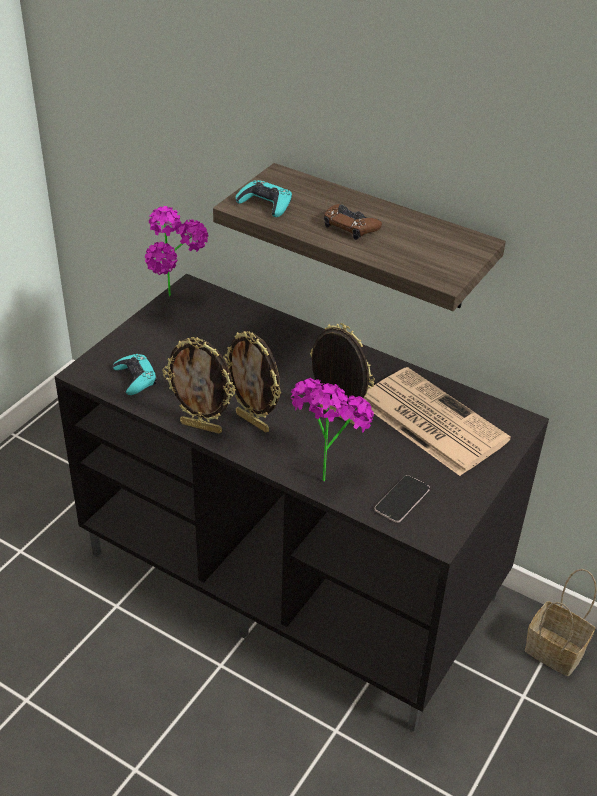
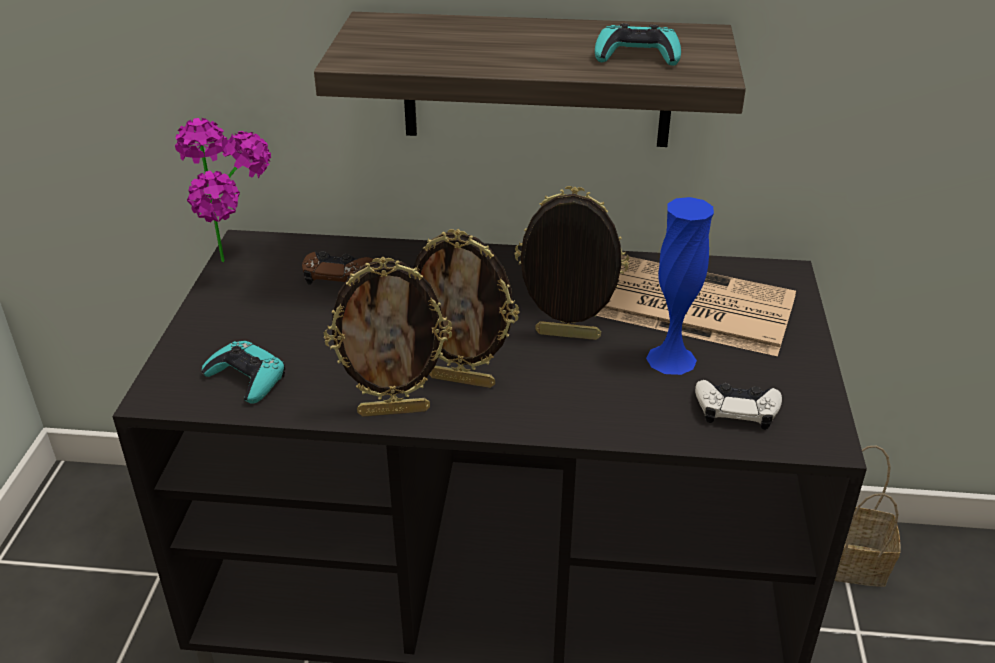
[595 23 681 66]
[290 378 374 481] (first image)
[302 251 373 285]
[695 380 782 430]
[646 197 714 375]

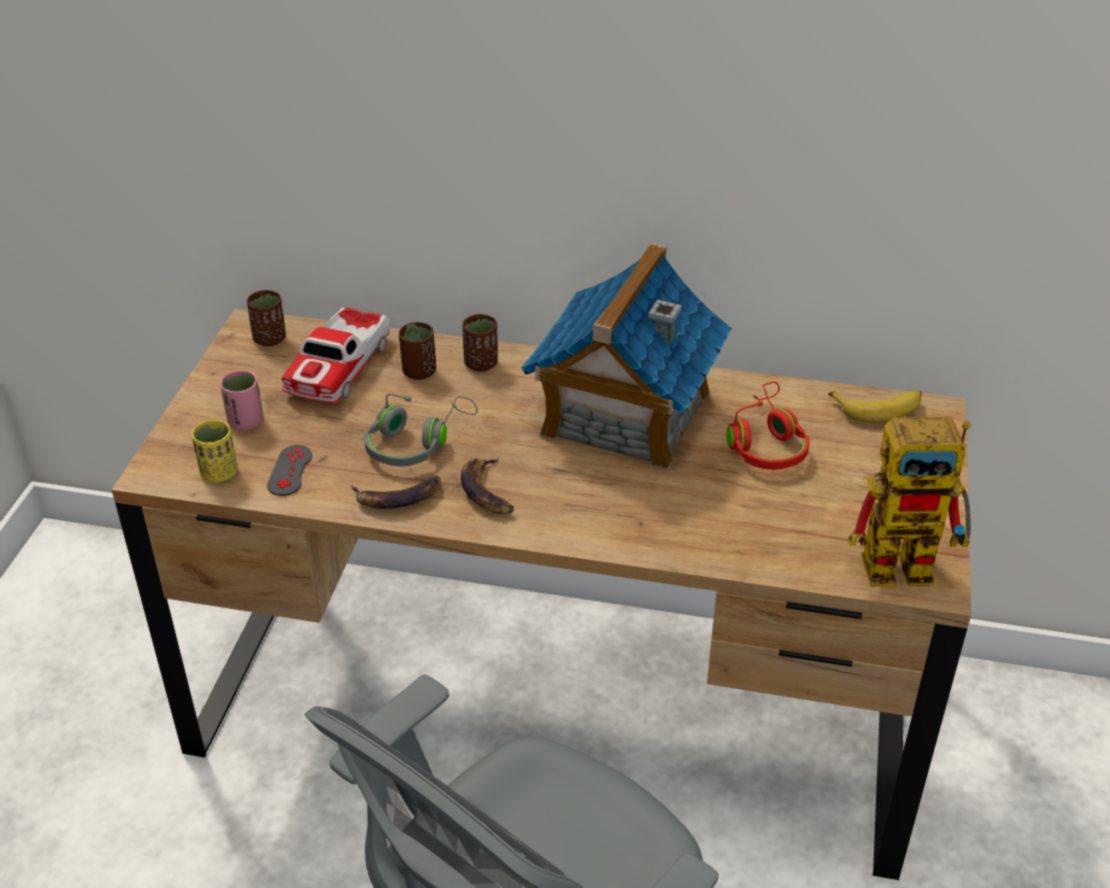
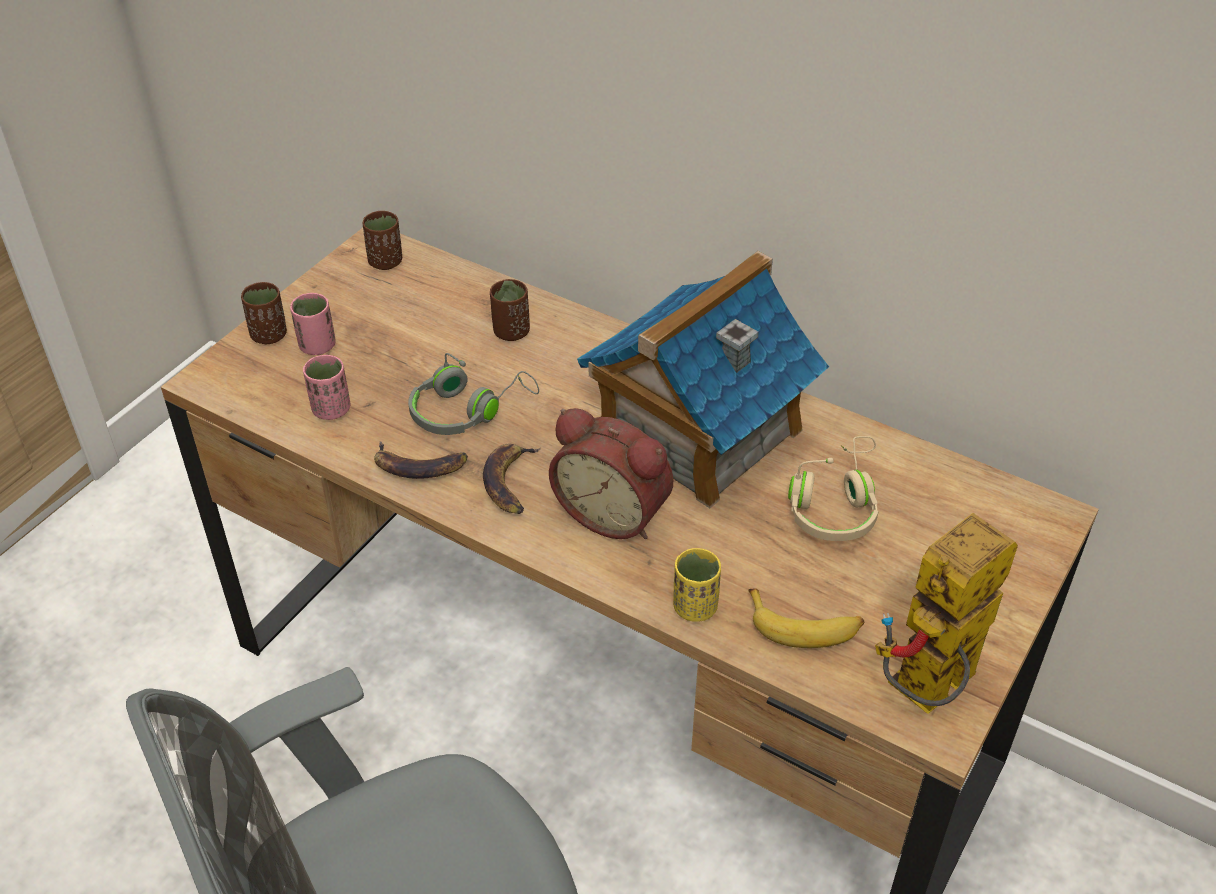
[673 548 721 622]
[303 355 350 420]
[282 307 391 403] (first image)
[241 282 287 344]
[788 436 879 541]
[748 588 864 648]
[875 513 1018 714]
[549 408 673 539]

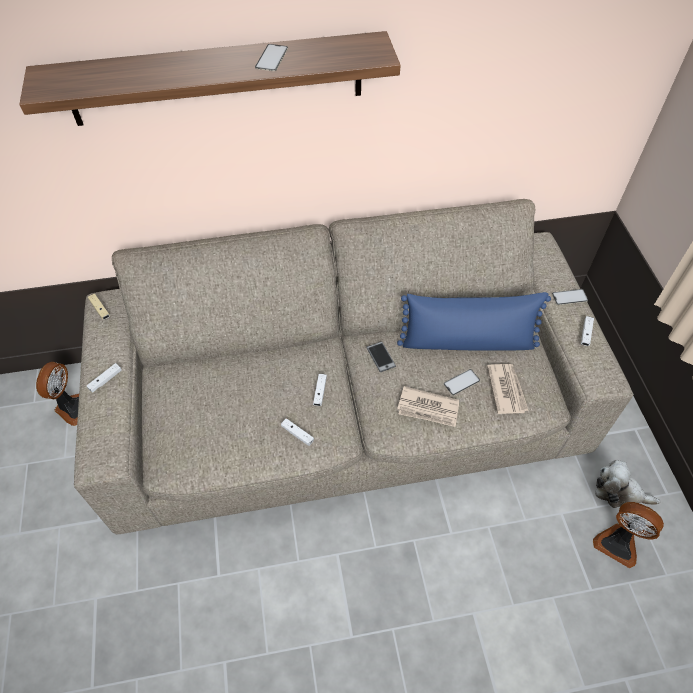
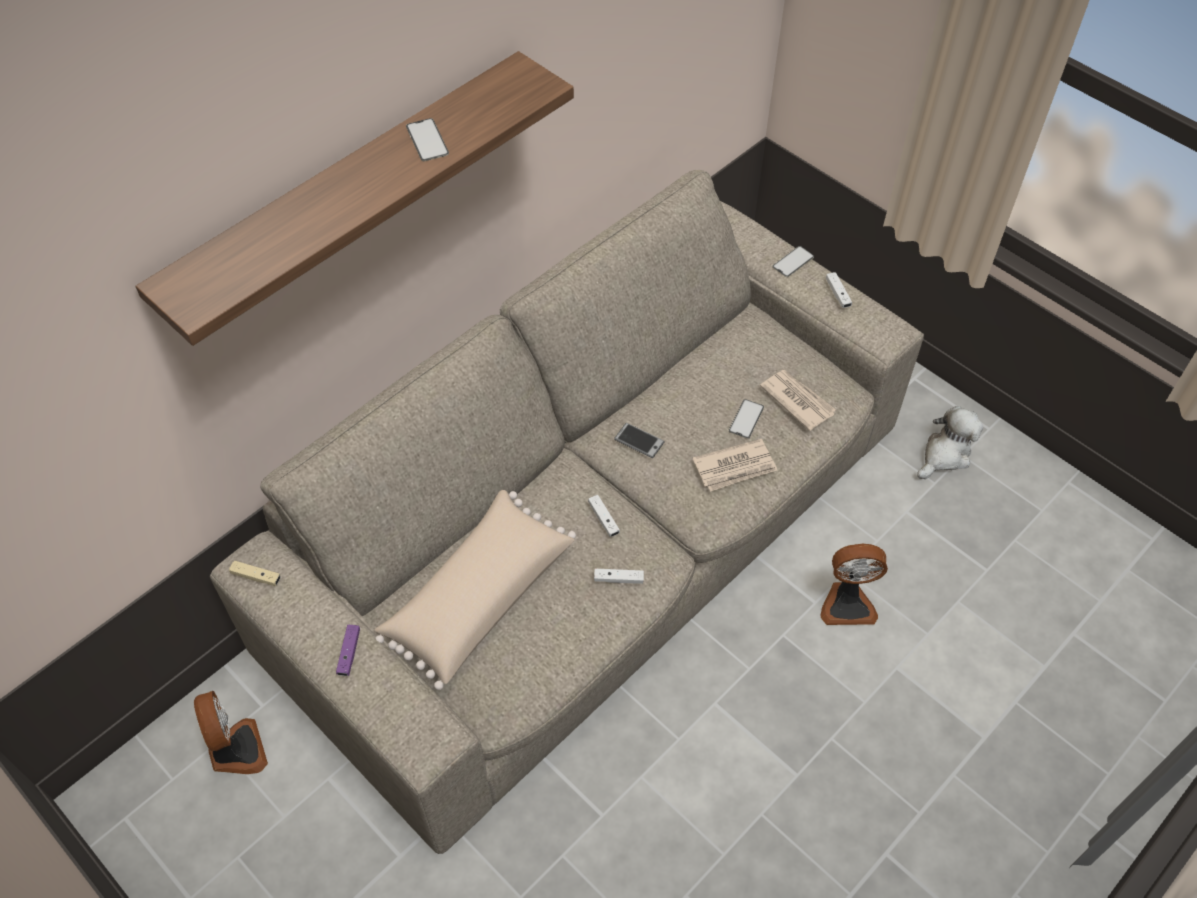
[336 625 360 676]
[397 292 551 350] (first image)
[820 544 888 625]
[917 406 983 479]
[375 490 576 690]

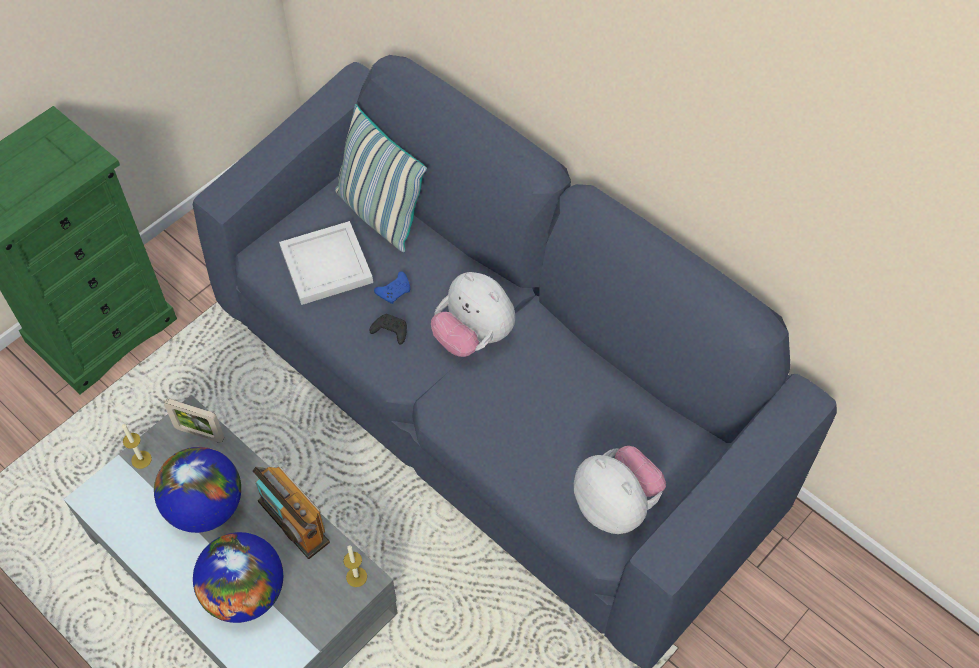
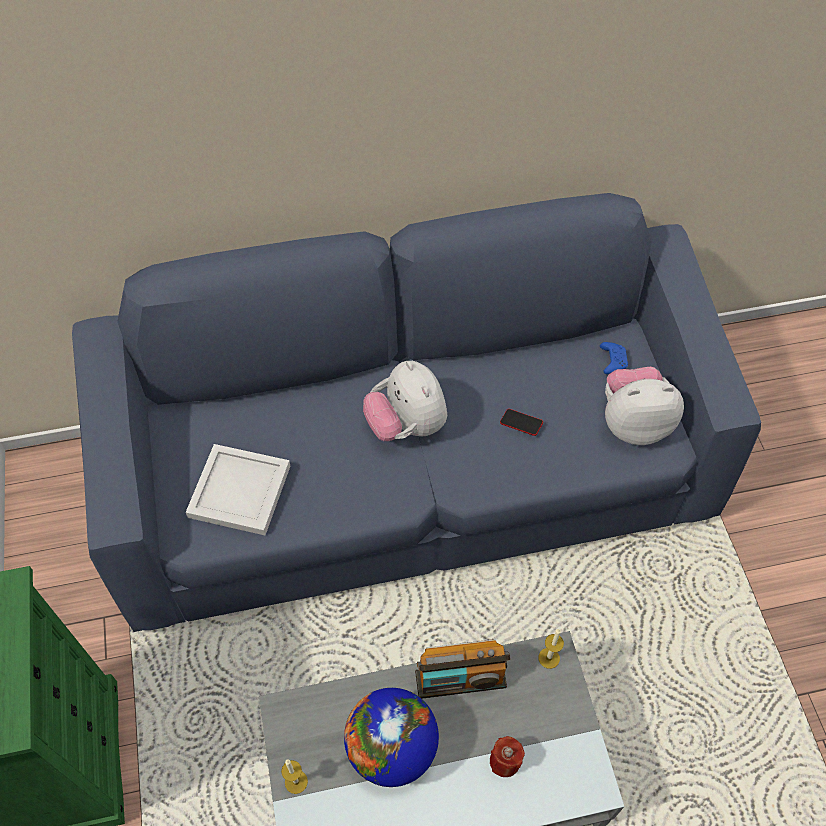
[164 399 224 443] (first image)
[490 736 525 777]
[335 104 427 252] (first image)
[369 314 407 345] (first image)
[600 342 628 374]
[363 361 447 441]
[500 409 543 436]

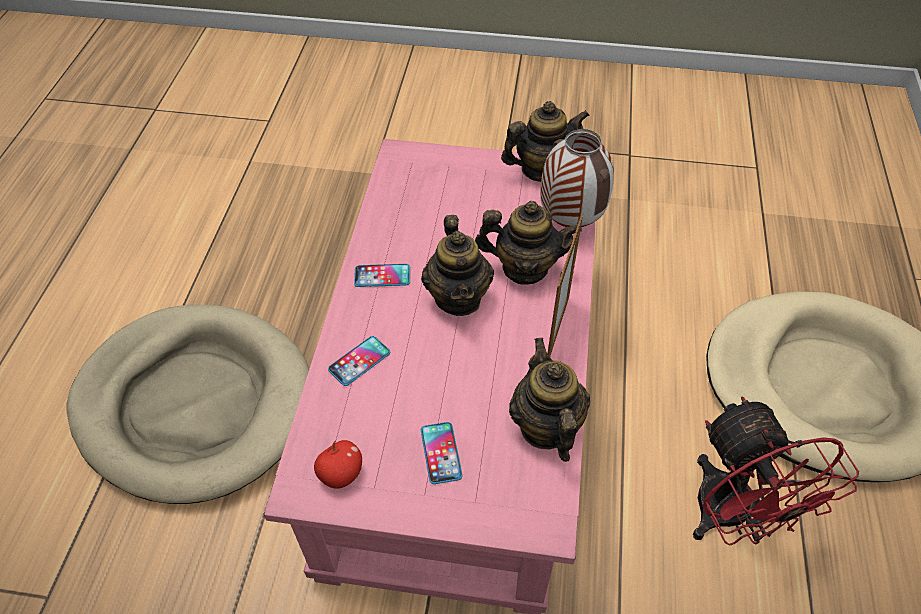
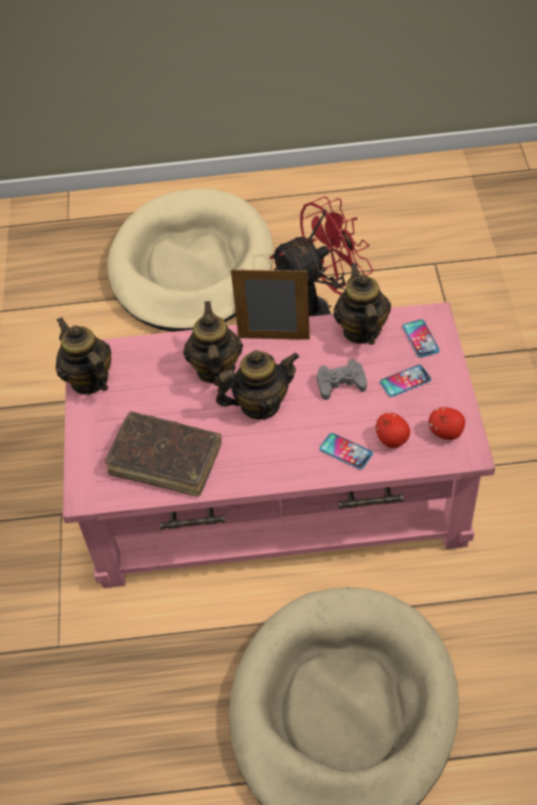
[403 320 440 358]
[333 263 391 345]
[540 129 614 227] (first image)
[105 411 222 497]
[317 359 367 400]
[376 413 410 448]

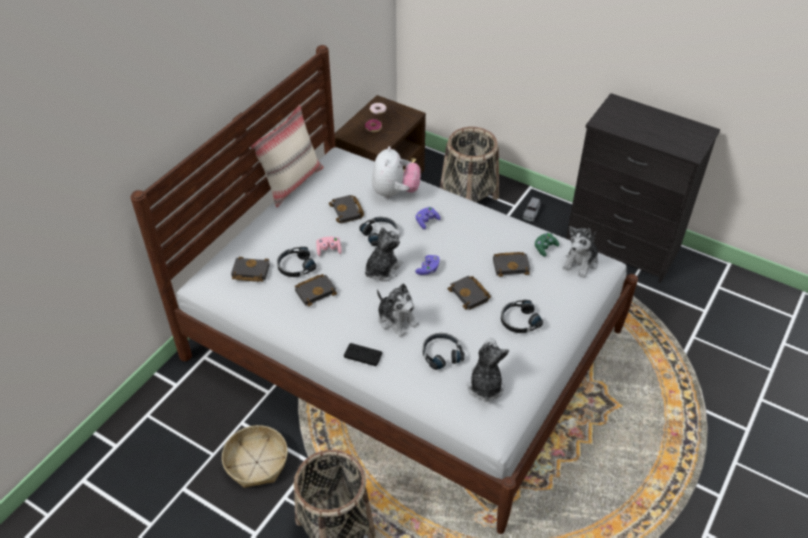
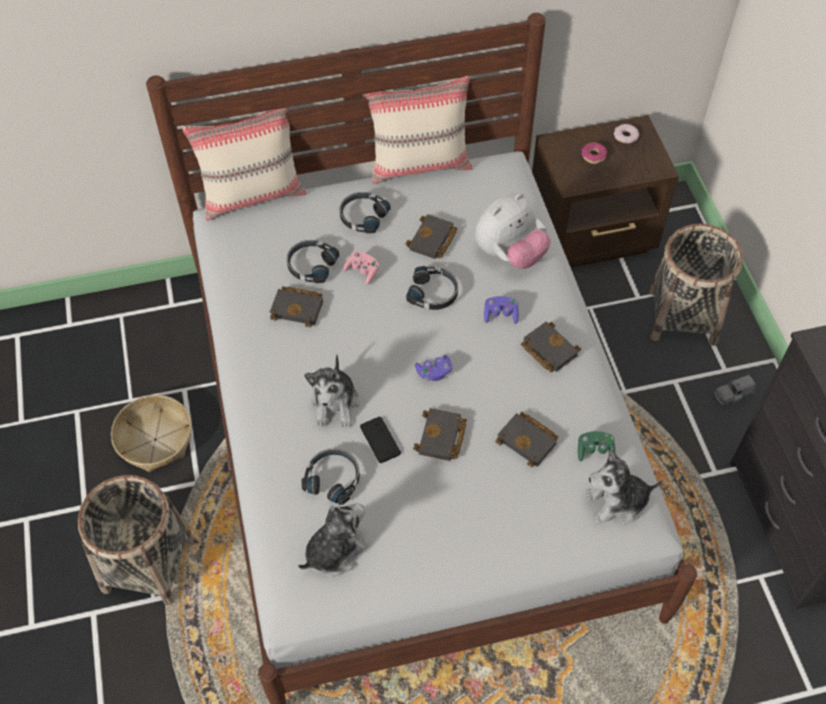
[521 321 581 372]
[360 416 401 463]
[365 227 403 281] (first image)
[340 192 391 234]
[181 107 307 221]

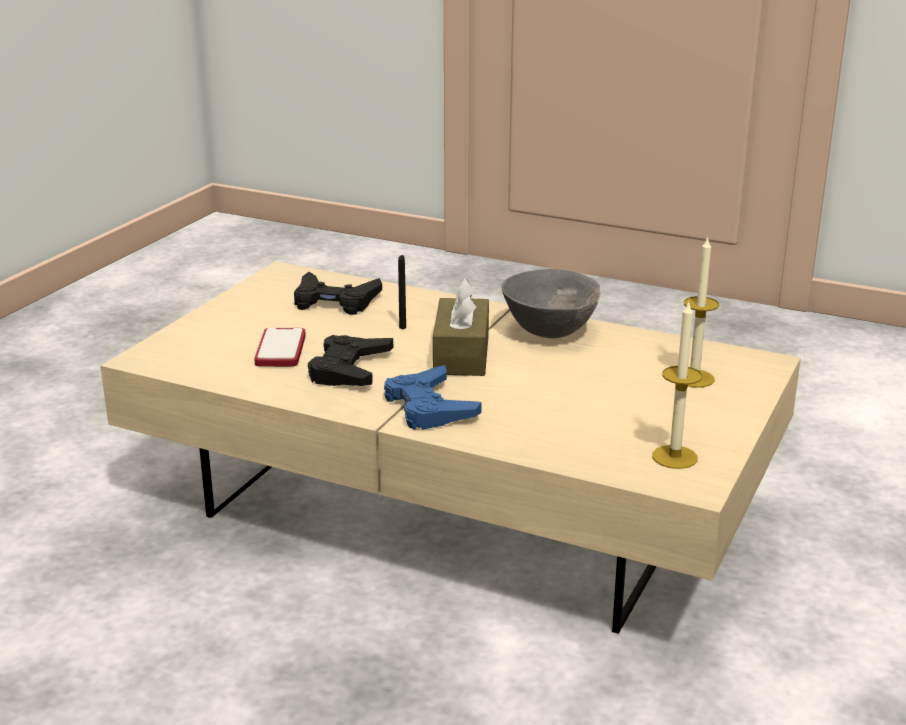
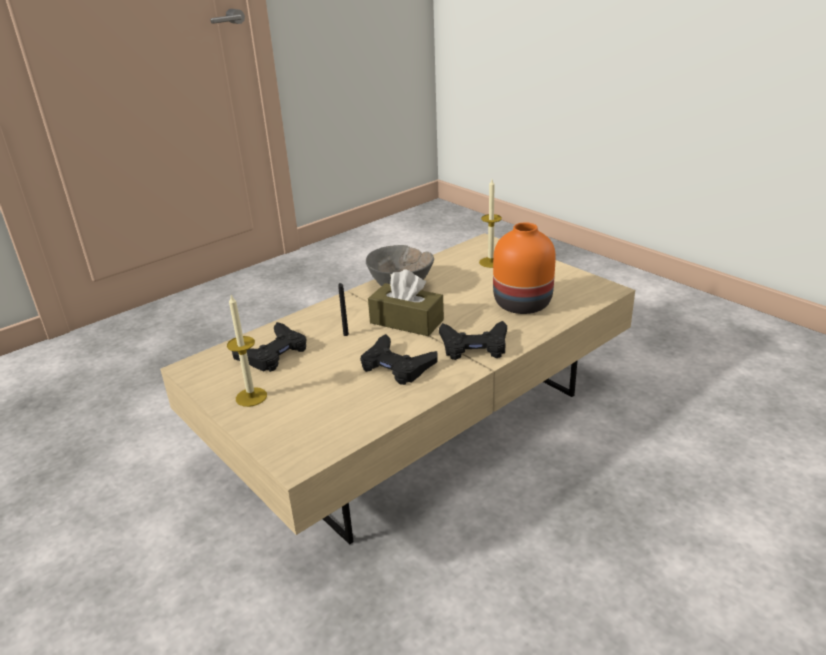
[254 328 306 367] (first image)
[439 321 507 360]
[227 295 267 407]
[493 222 556 314]

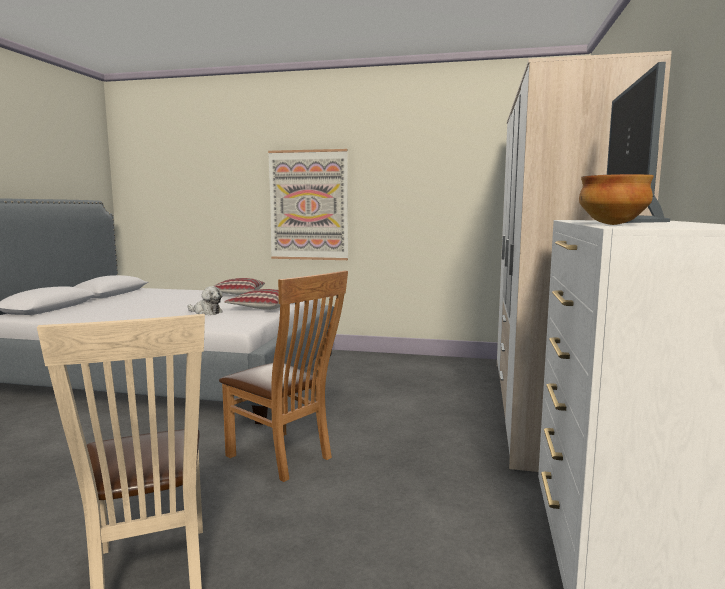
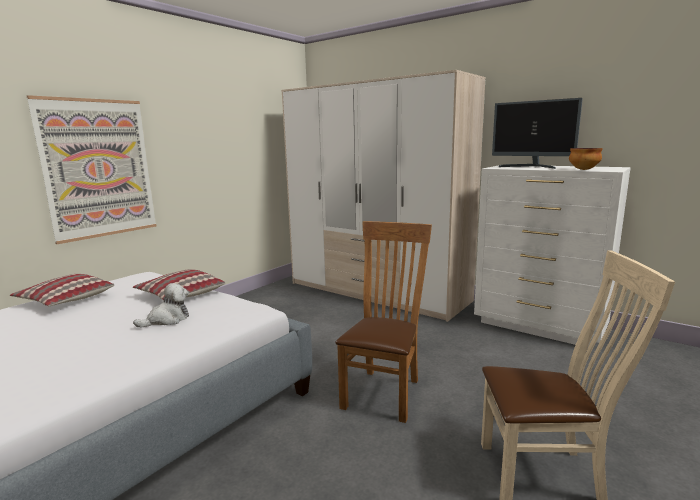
[335 221 432 423]

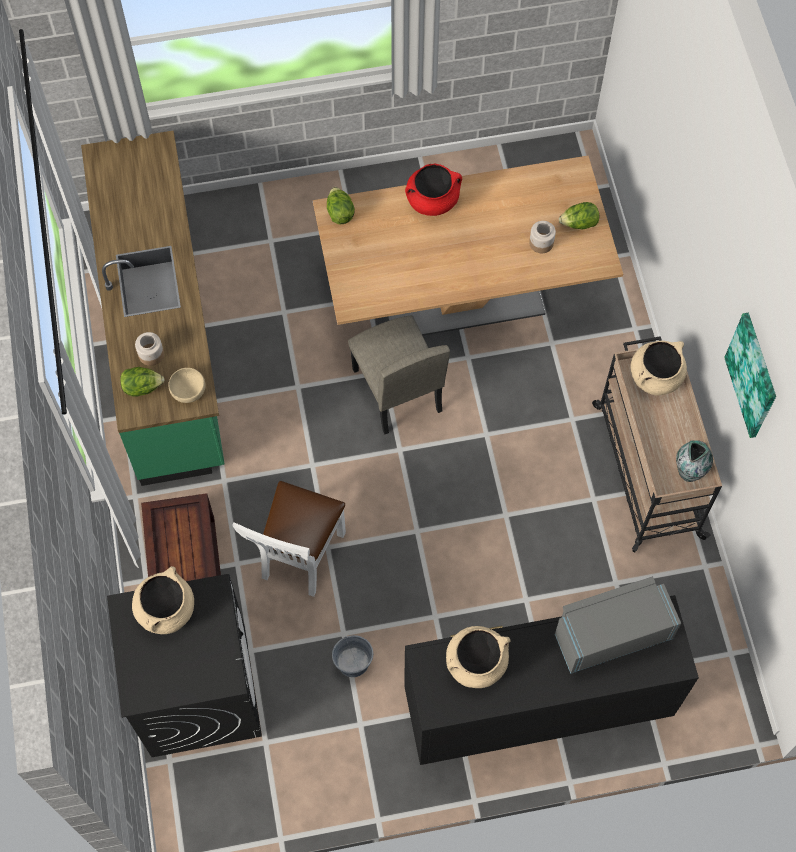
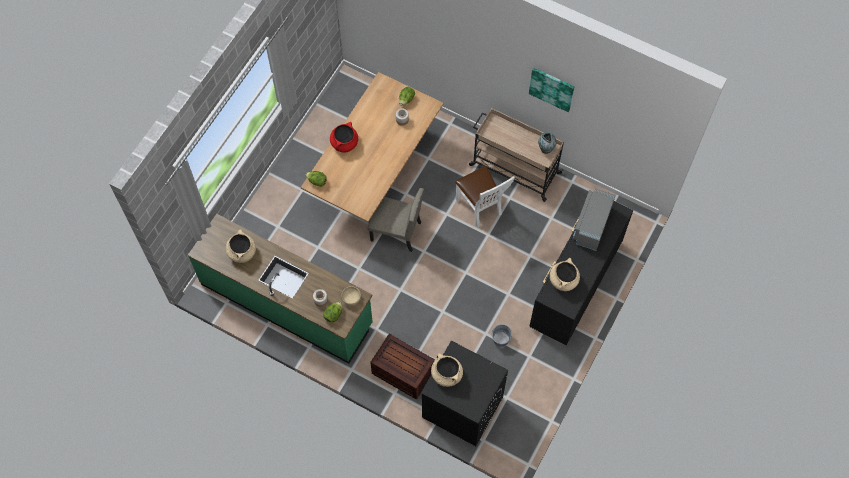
[455 166 515 227]
[226 229 256 263]

